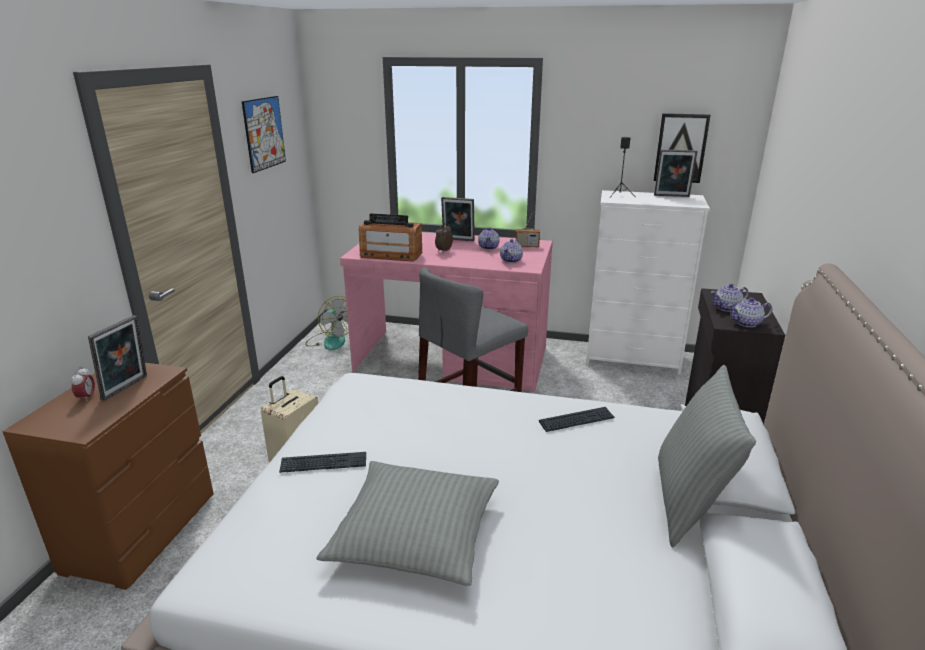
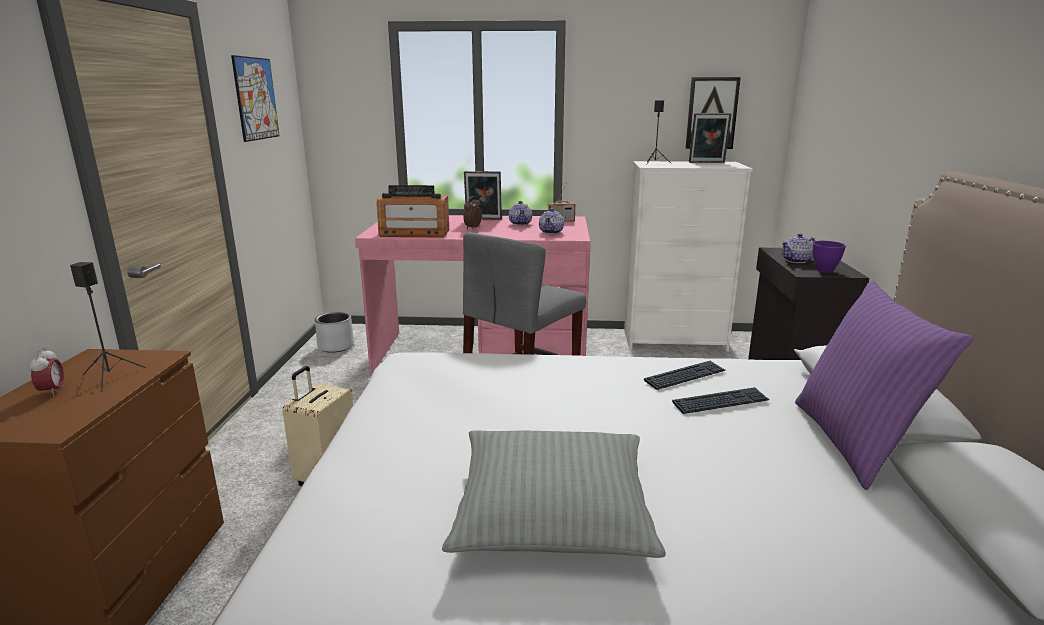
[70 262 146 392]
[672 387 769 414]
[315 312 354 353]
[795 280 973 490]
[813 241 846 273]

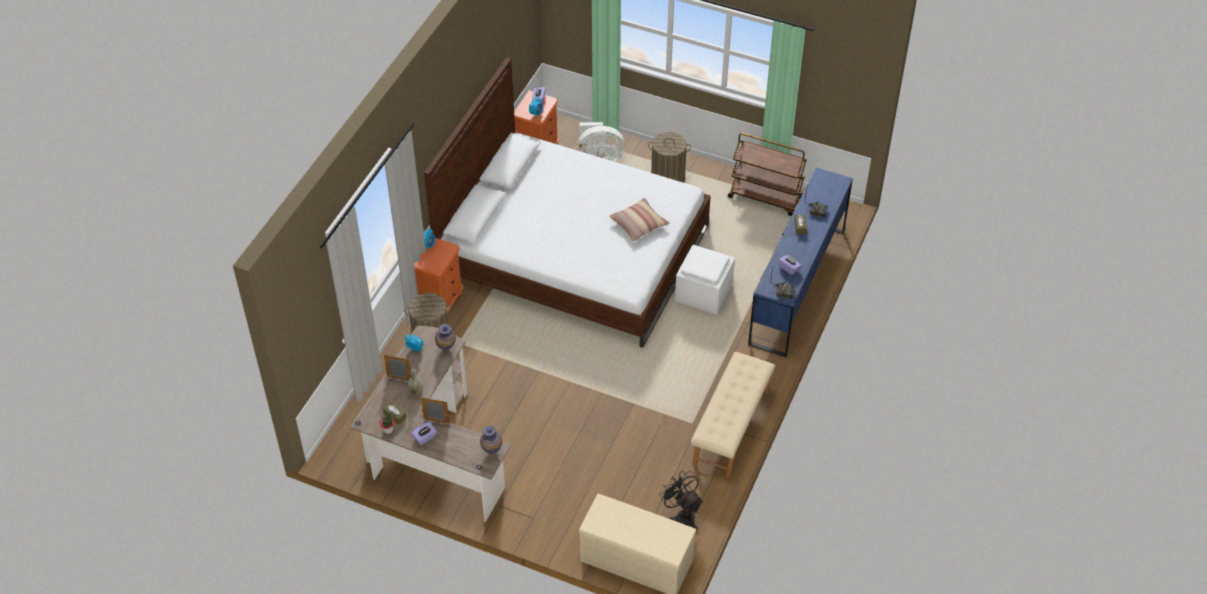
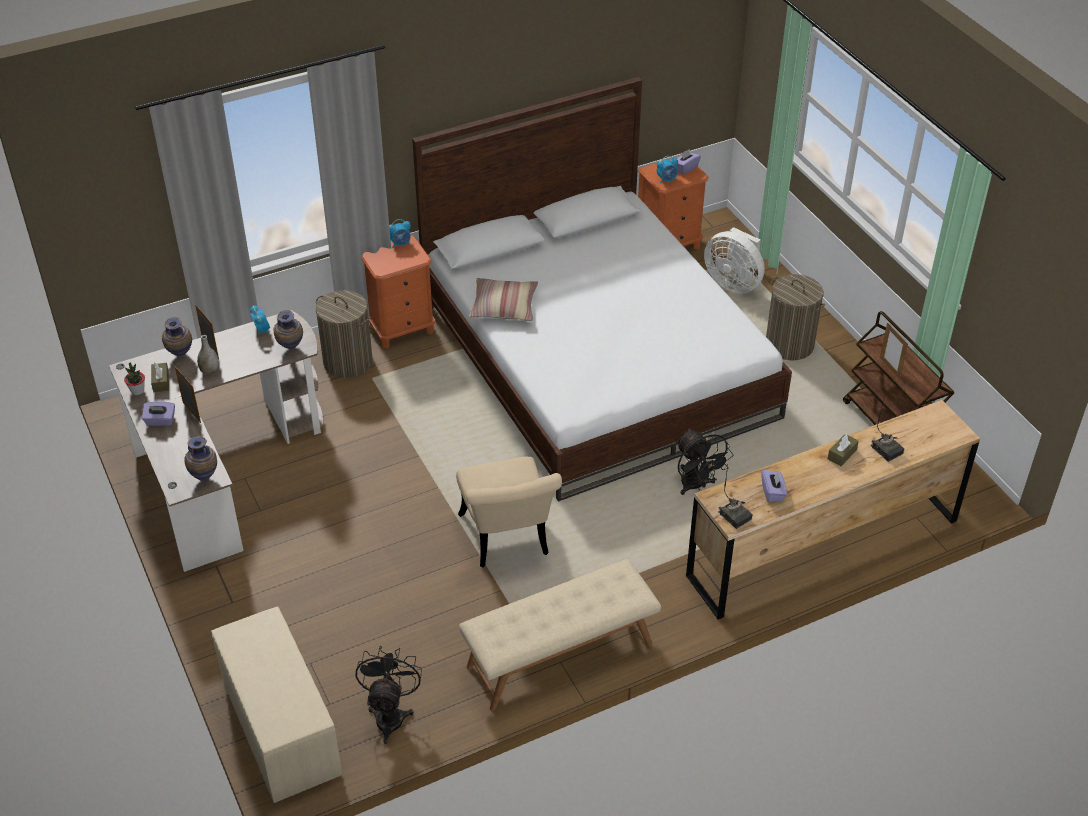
[469 278 538 321]
[676 429 733 495]
[686 400 980 620]
[162 317 192 356]
[456 457 562 568]
[880 322 908 379]

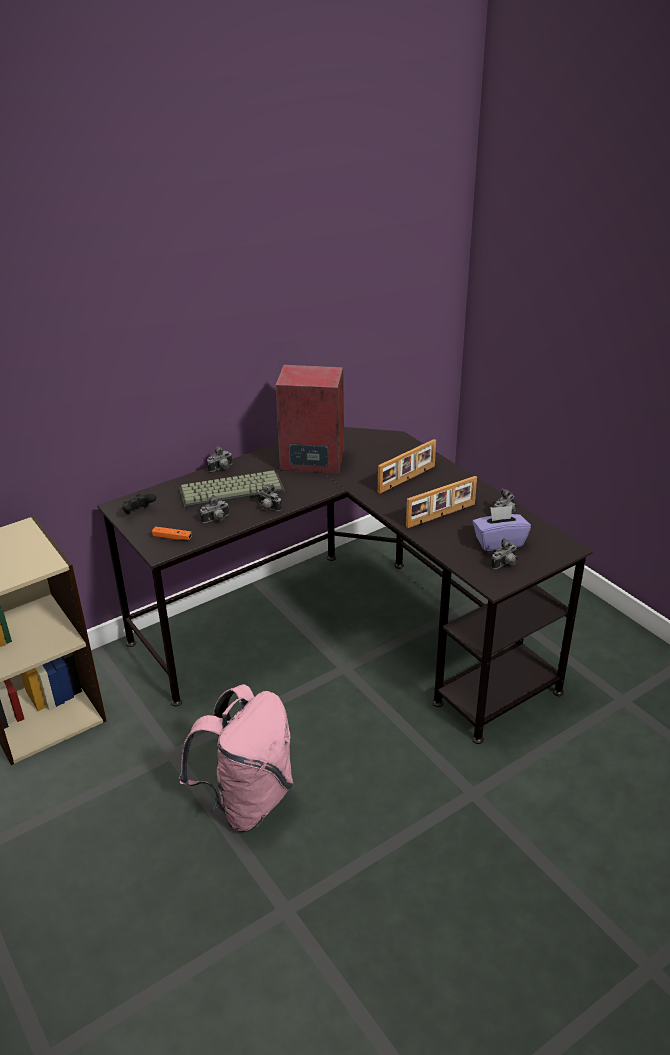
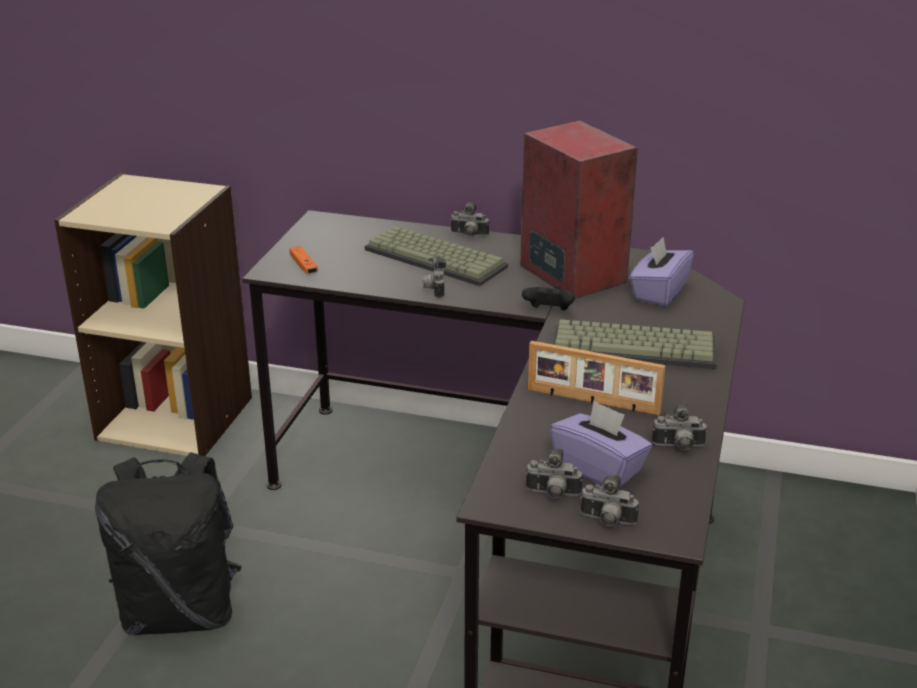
[522 286 575 311]
[95 452 242 636]
[580 474 639 526]
[552 319 717 369]
[629 237 694 307]

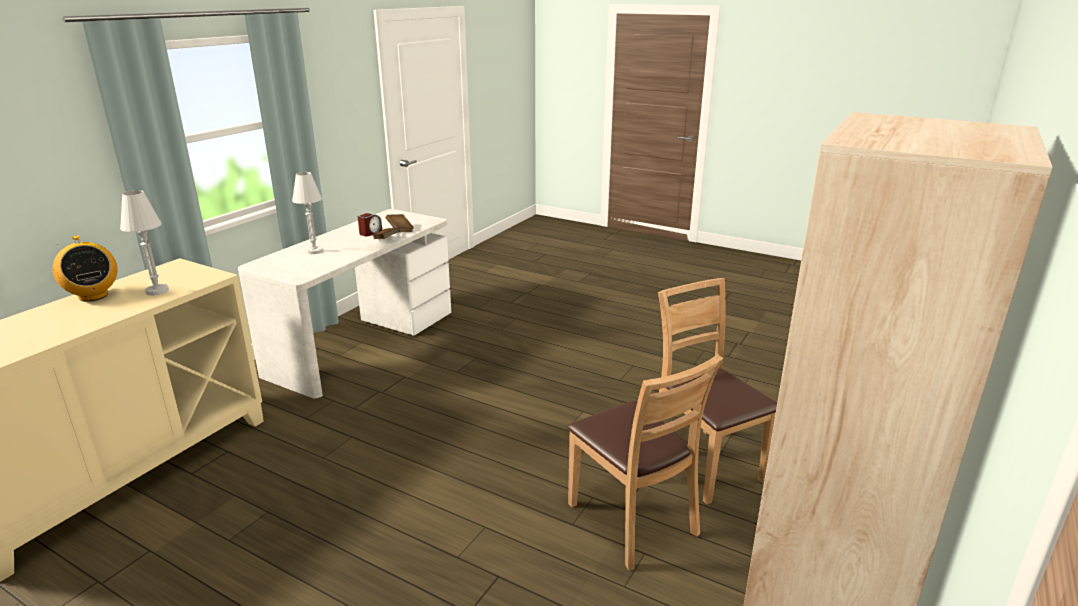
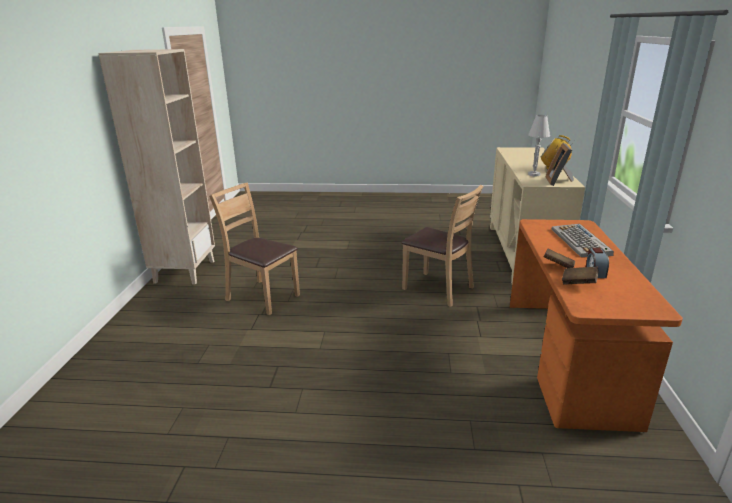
[510 219 683 432]
[552 224 614 257]
[401 185 483 307]
[546 143 574 186]

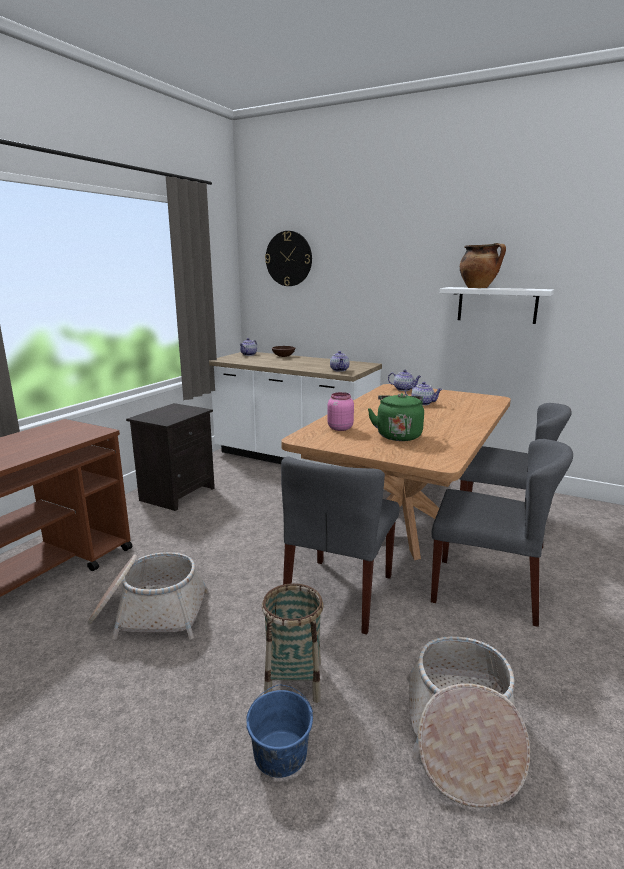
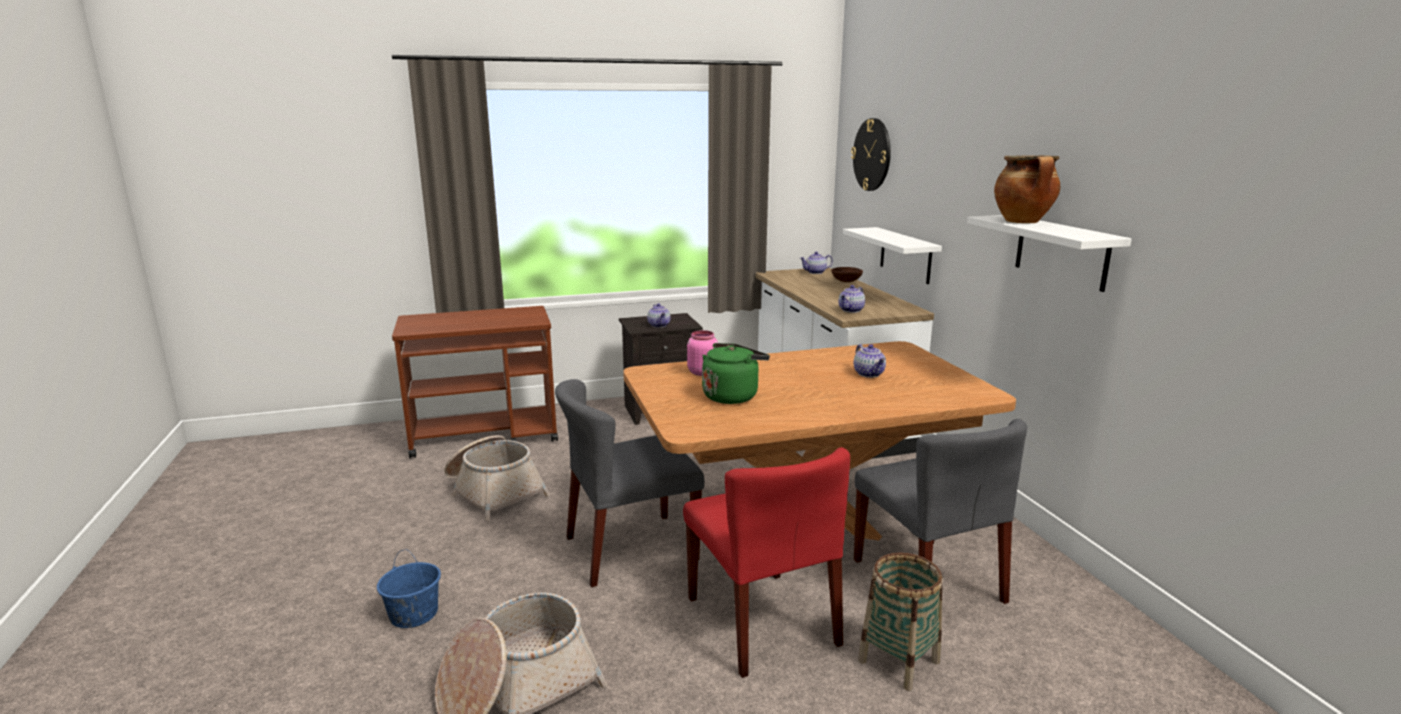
[858 553 943 691]
[647 303 671 328]
[683 447 850 678]
[843 227 942 284]

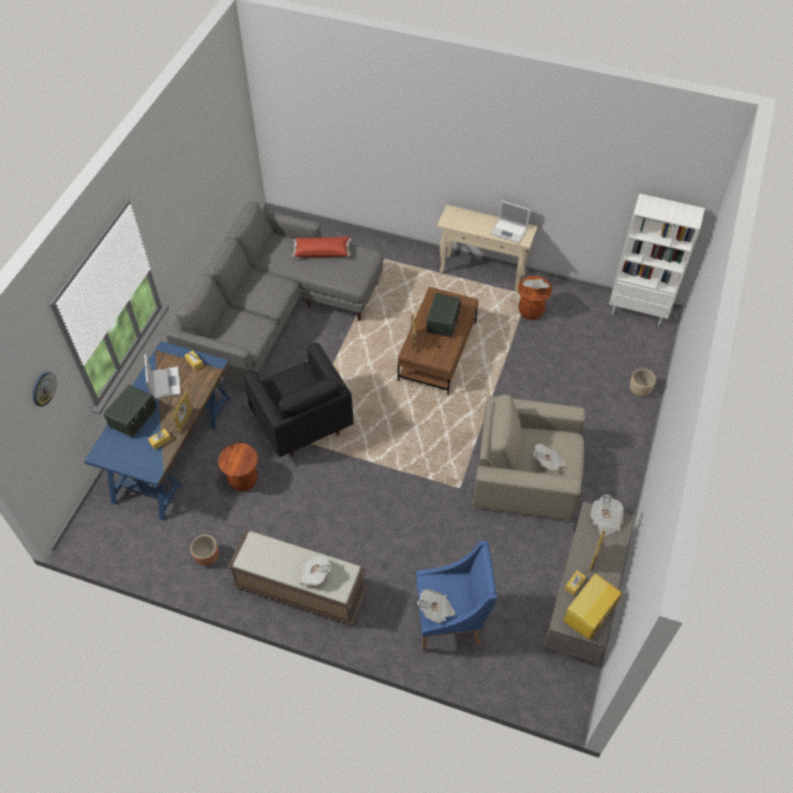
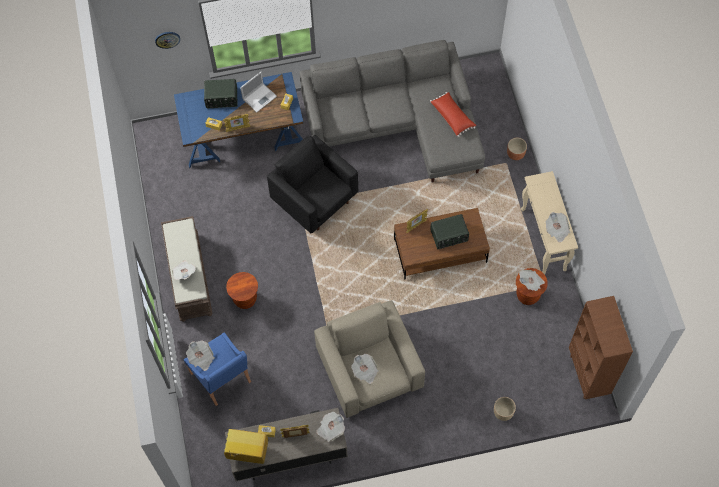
[507 138 527 160]
[226 272 258 309]
[267 135 358 233]
[545 212 570 243]
[569 296 633 400]

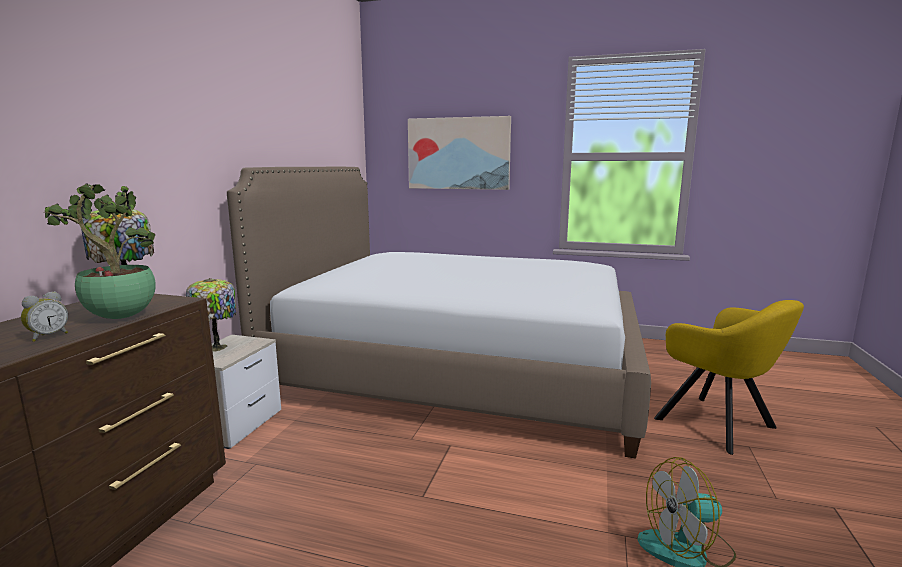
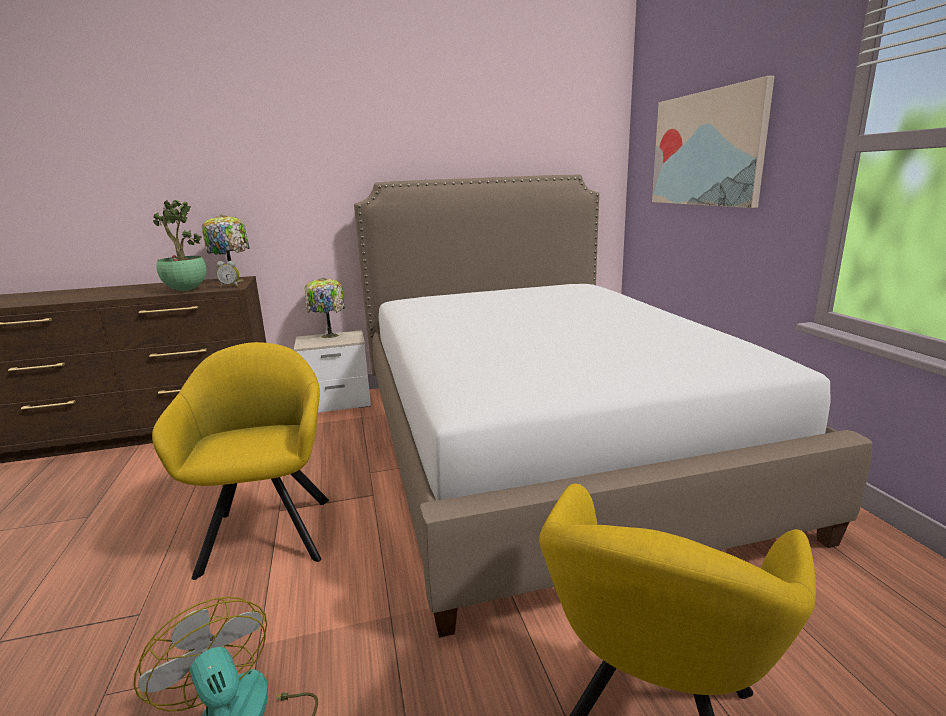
[216 261 239 287]
[152 342 329 580]

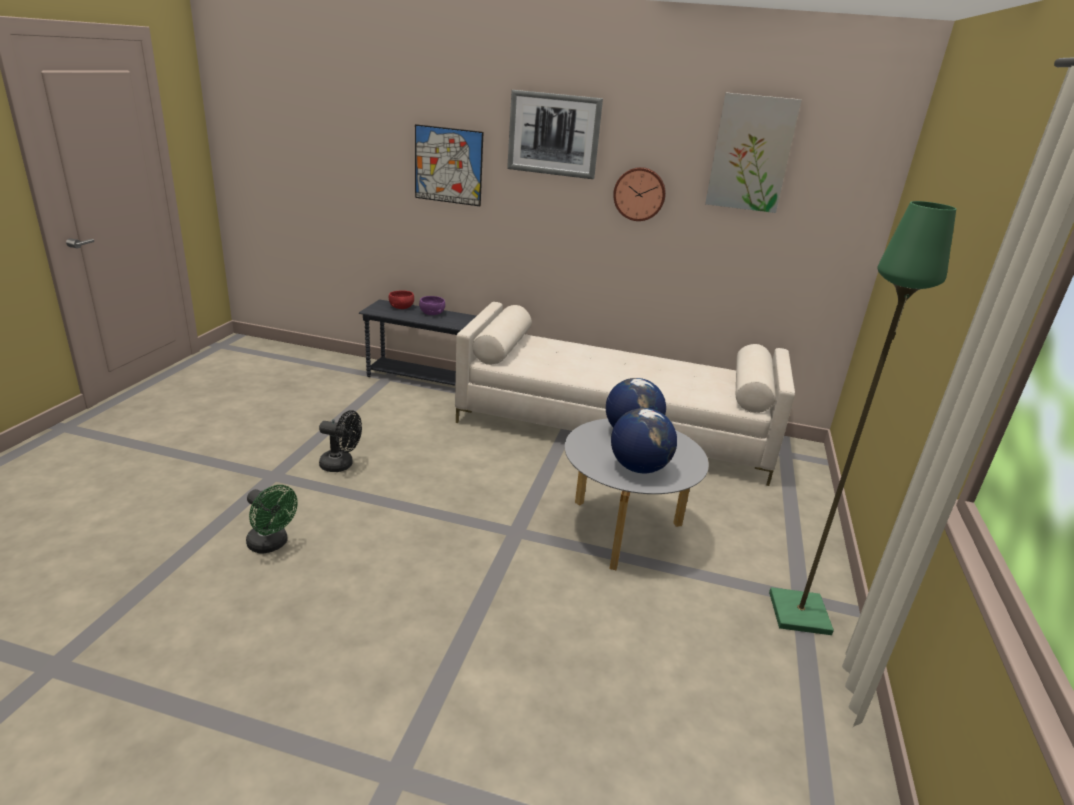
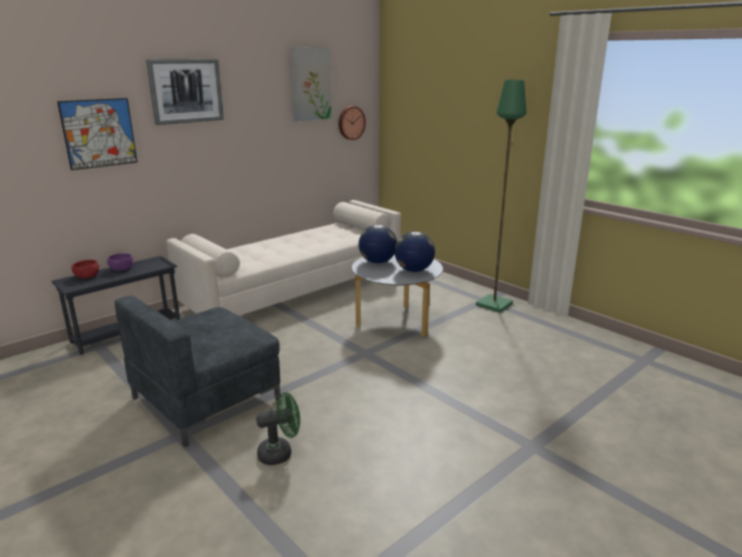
[115 296 281 447]
[338 106 366 140]

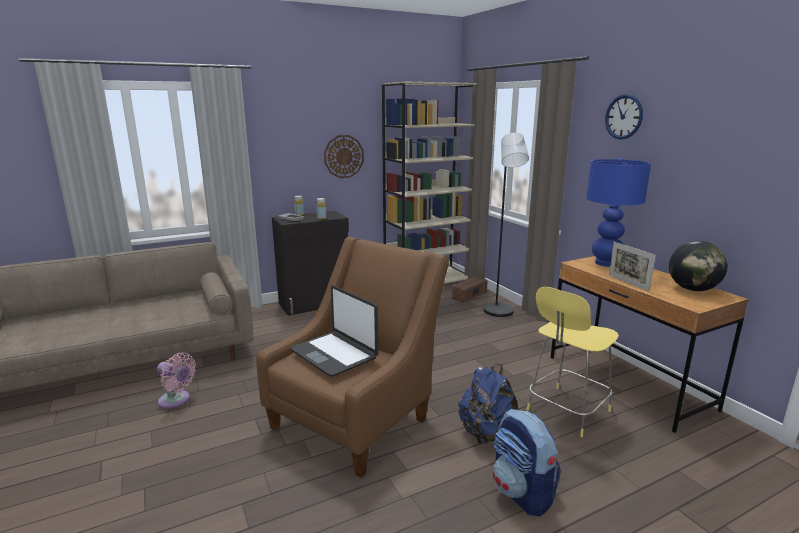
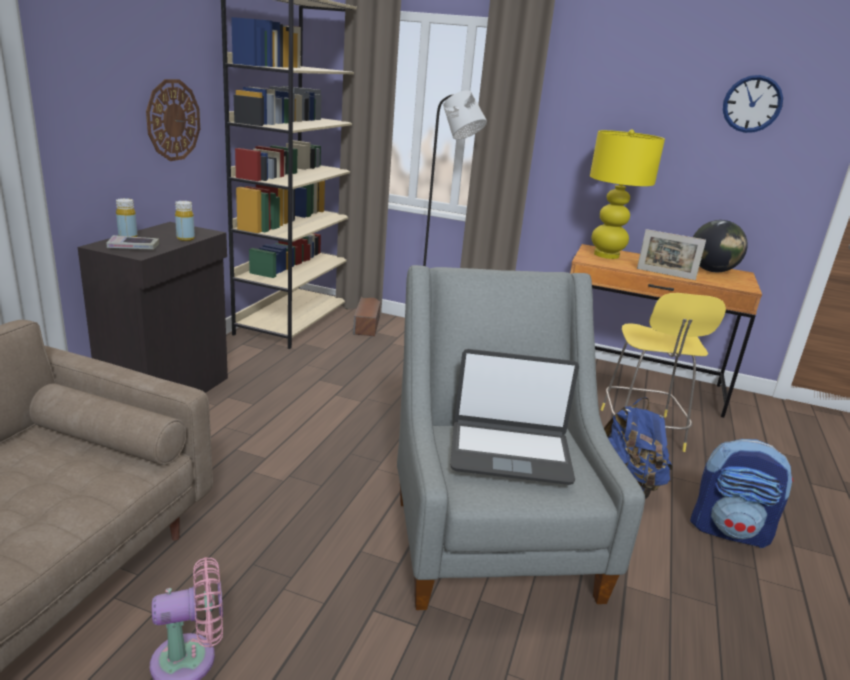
[397 265 645 610]
[590 130 665 259]
[723 75 783 133]

